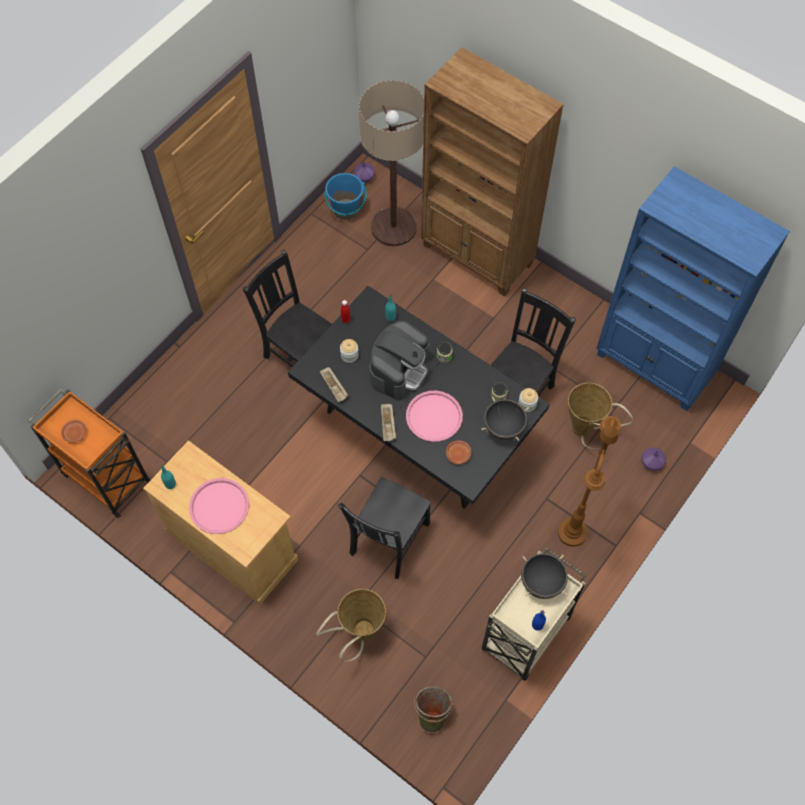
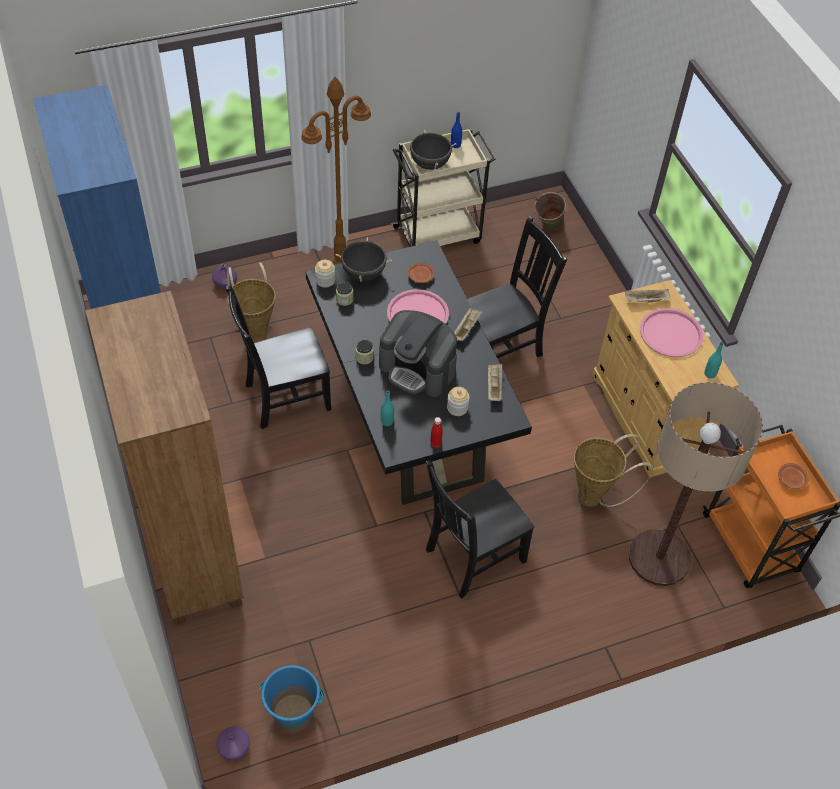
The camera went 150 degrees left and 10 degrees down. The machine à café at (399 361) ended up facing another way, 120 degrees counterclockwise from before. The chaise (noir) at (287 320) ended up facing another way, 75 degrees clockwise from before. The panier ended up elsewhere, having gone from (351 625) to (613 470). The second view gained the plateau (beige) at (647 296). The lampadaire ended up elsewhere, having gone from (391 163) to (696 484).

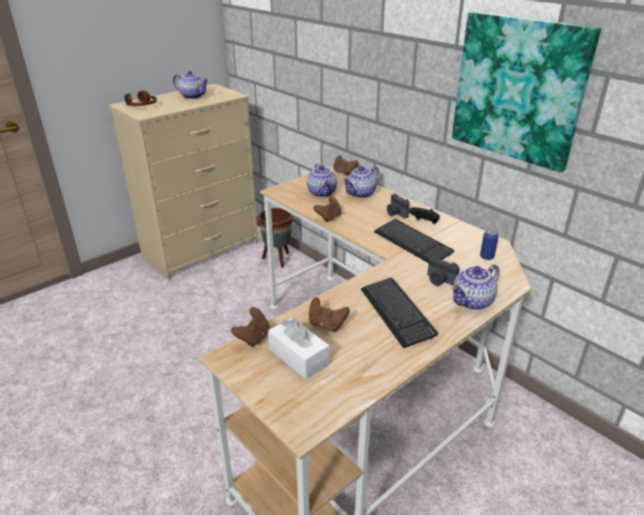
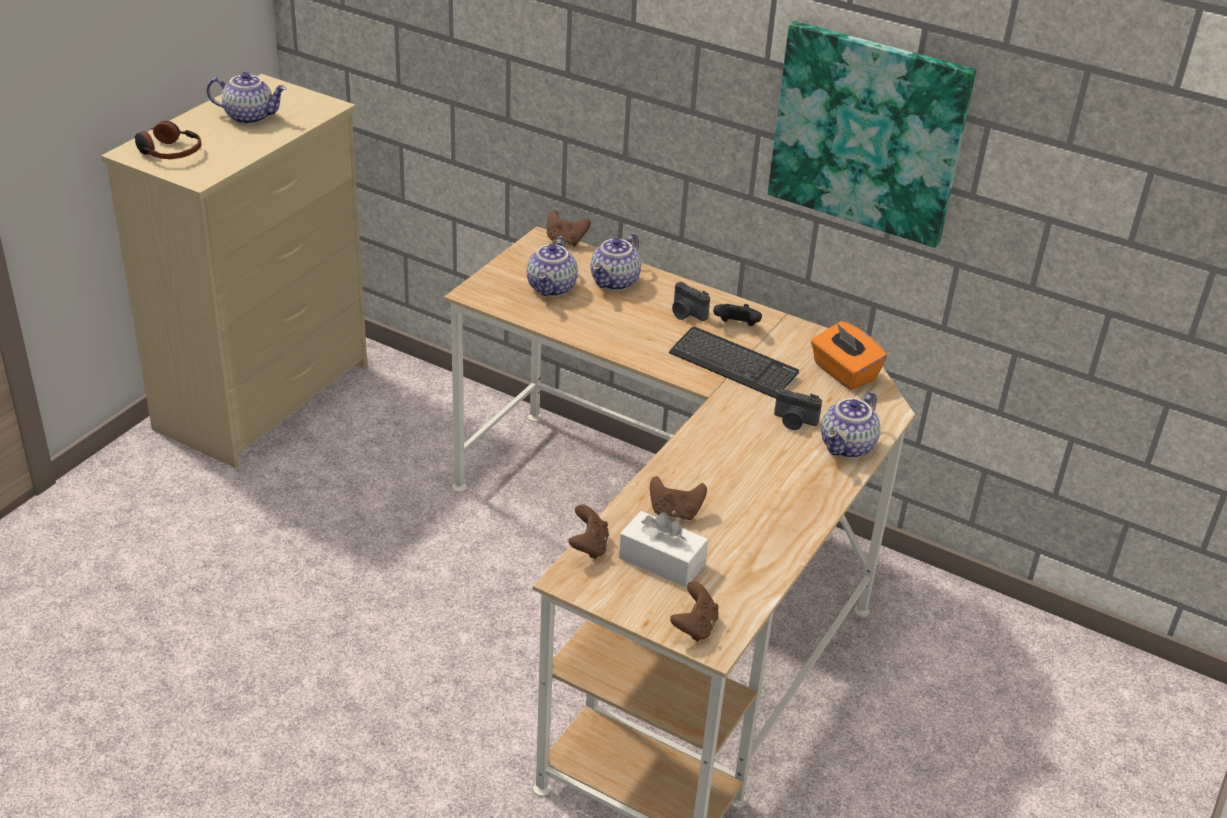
The camera went 20 degrees left and 5 degrees up. The théière at (322 180) ended up facing another way, 45 degrees clockwise from before. The manette (marron) ended up elsewhere, having gone from (327 209) to (694 611). Where the boîte métallique stood at (489 244), the boîte à mouchoirs (orange) came to stand at (849 355). The second view lost the cache-pot (marron) at (275 238). The second view lost the clavier at (399 313).

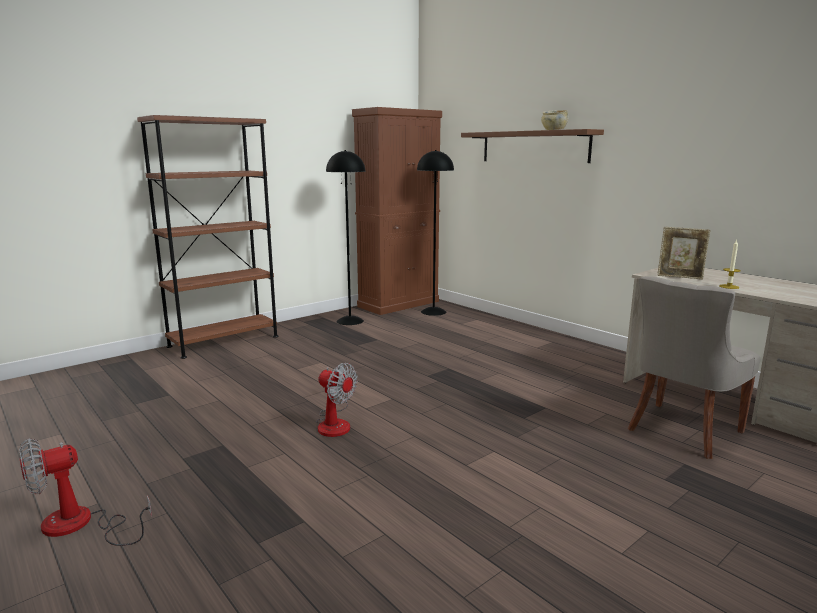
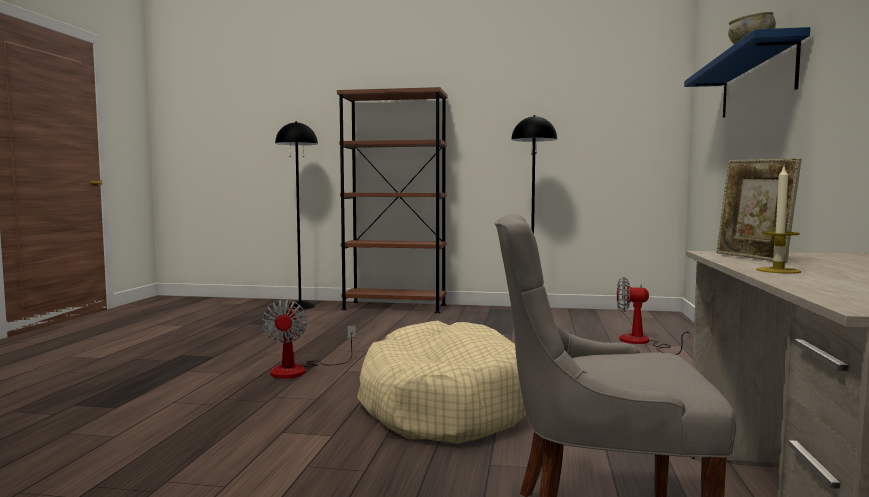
The camera went 50 degrees right and 10 degrees down. The lampadaire (noir) ended up elsewhere, having gone from (435 233) to (296 215). The second view gained the panier pour chien (beige) at (441 382). The ventilateur ended up elsewhere, having gone from (85 492) to (653 316). What was the étagère (marron) at (532 146) turned into the étagère (bleu) at (747 72). The second view lost the meuble de rangement (marron) at (397 211).

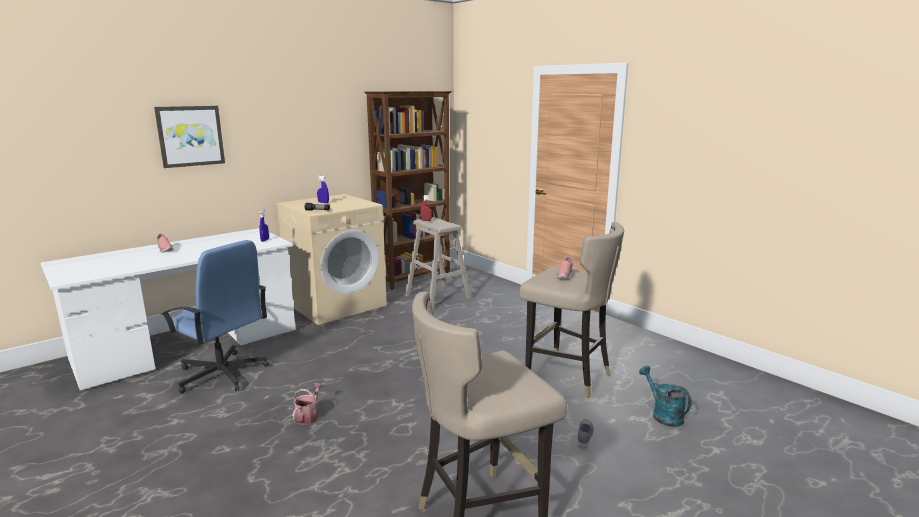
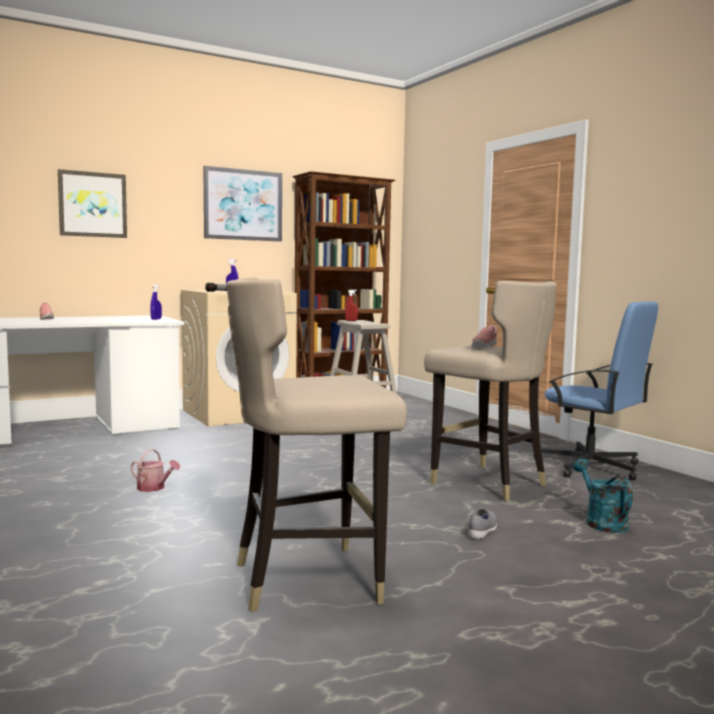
The camera went 10 degrees right and 10 degrees down. The arrosoir at (308 404) ended up facing another way, 90 degrees clockwise from before. The second view gained the tableau at (242 204). The chaise de bureau (bleu) ended up elsewhere, having gone from (215 317) to (596 390).

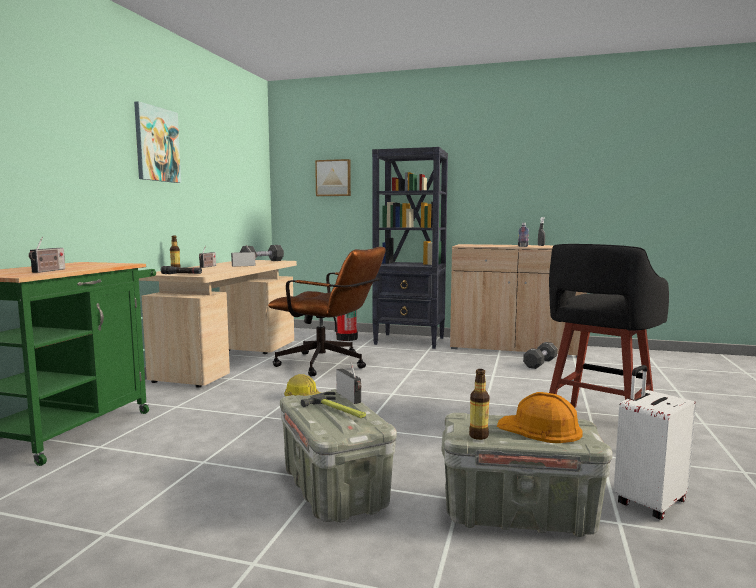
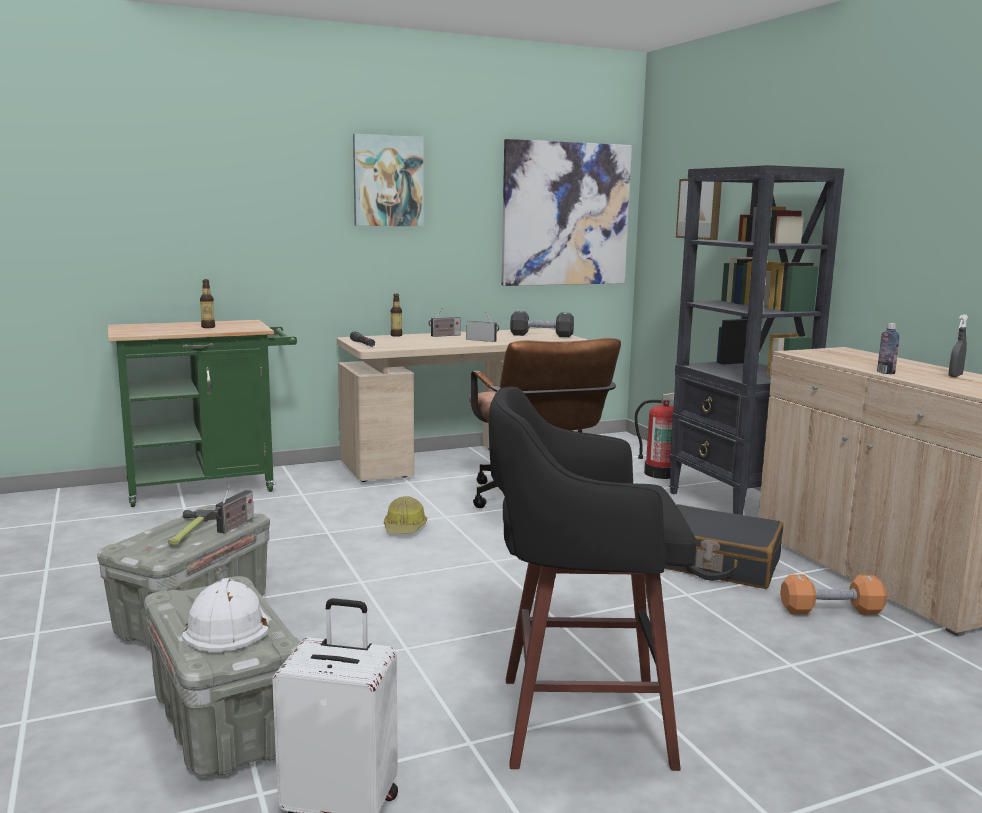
The camera went 50 degrees right and 5 degrees up. What was the casque de chantier (orange) at (540 417) turned into the casque de chantier (blanc) at (225 615). The bouteille ended up elsewhere, having gone from (479 404) to (207 303). The second view gained the tableau at (566 212). The second view gained the valise (noir) at (723 546). What was the haltère (noir) at (540 355) turned into the haltère (orange) at (833 594). The second view lost the radio at (47 255).

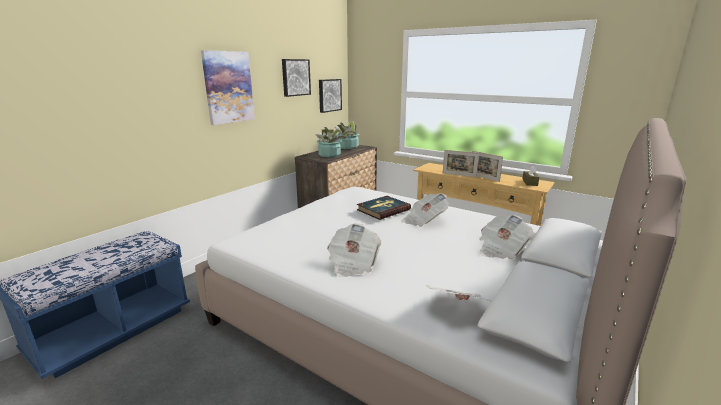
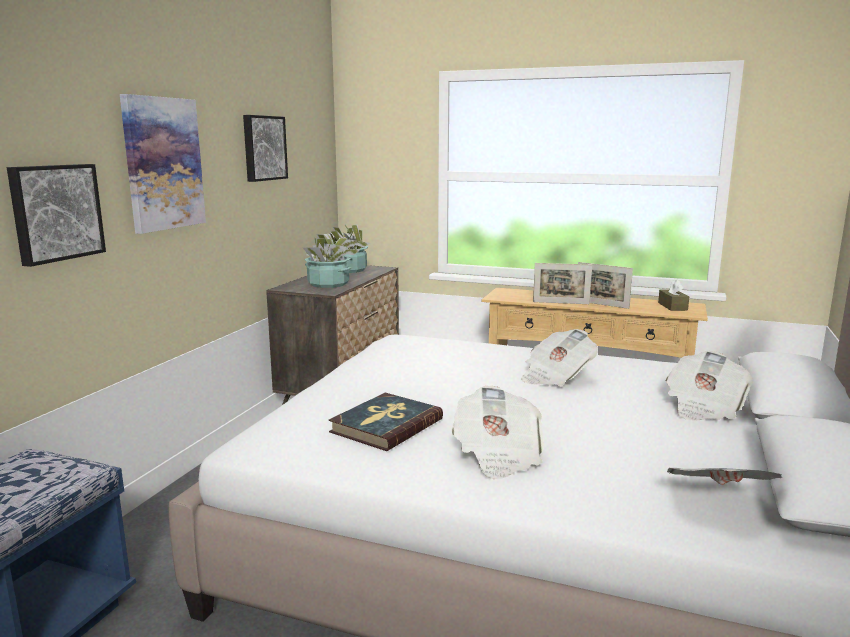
The camera went 15 degrees left and 5 degrees down. The tableau ended up elsewhere, having gone from (330 96) to (56 215). The livre ended up elsewhere, having gone from (384 208) to (386 422).

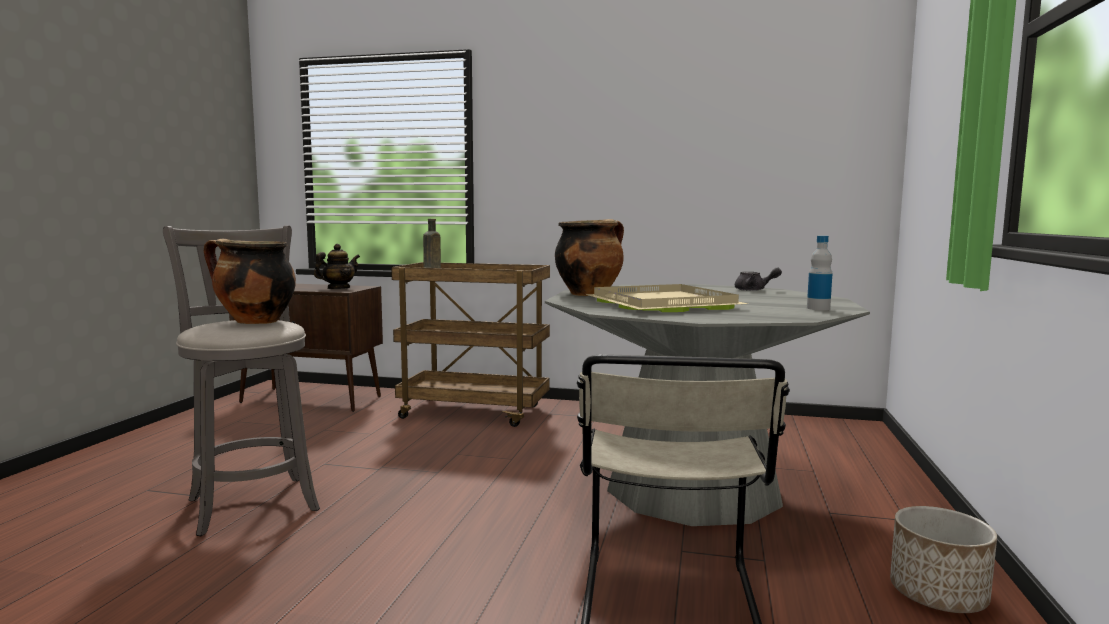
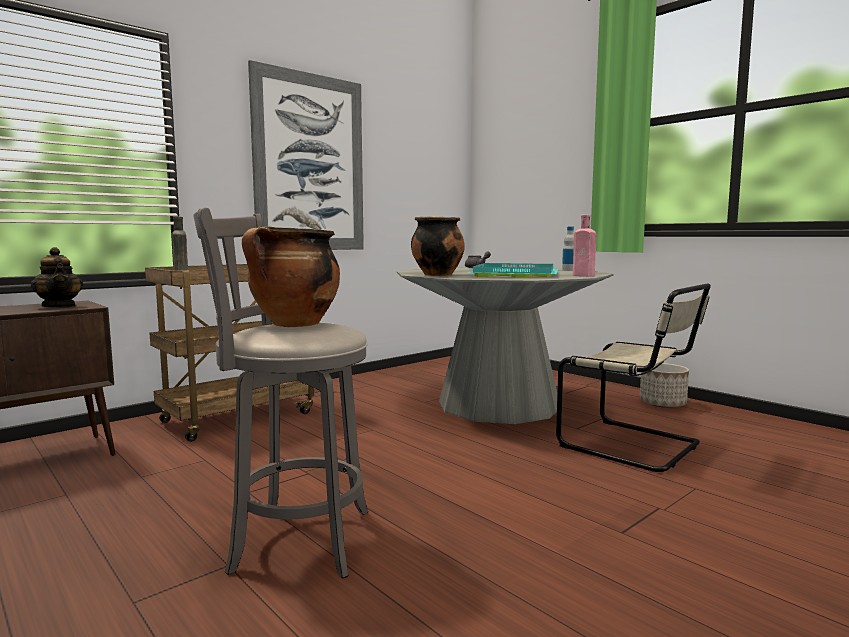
The camera went 55 degrees left and 0 degrees up. The théière at (337 266) ended up facing another way, 150 degrees clockwise from before. The second view gained the tableau at (306 155). What was the plateau (beige) at (666 298) turned into the plateau (turquoise) at (512 270). The second view gained the bouteille (rose) at (585 246).

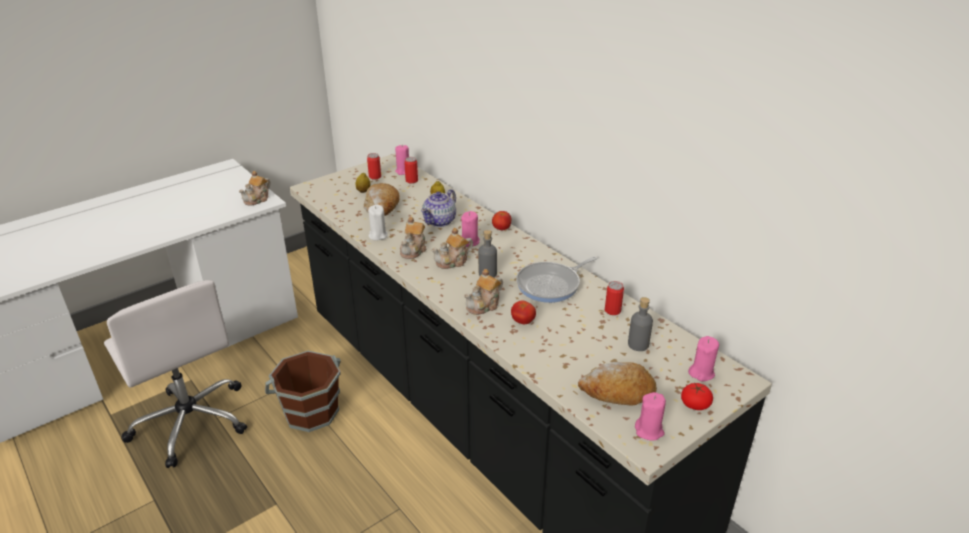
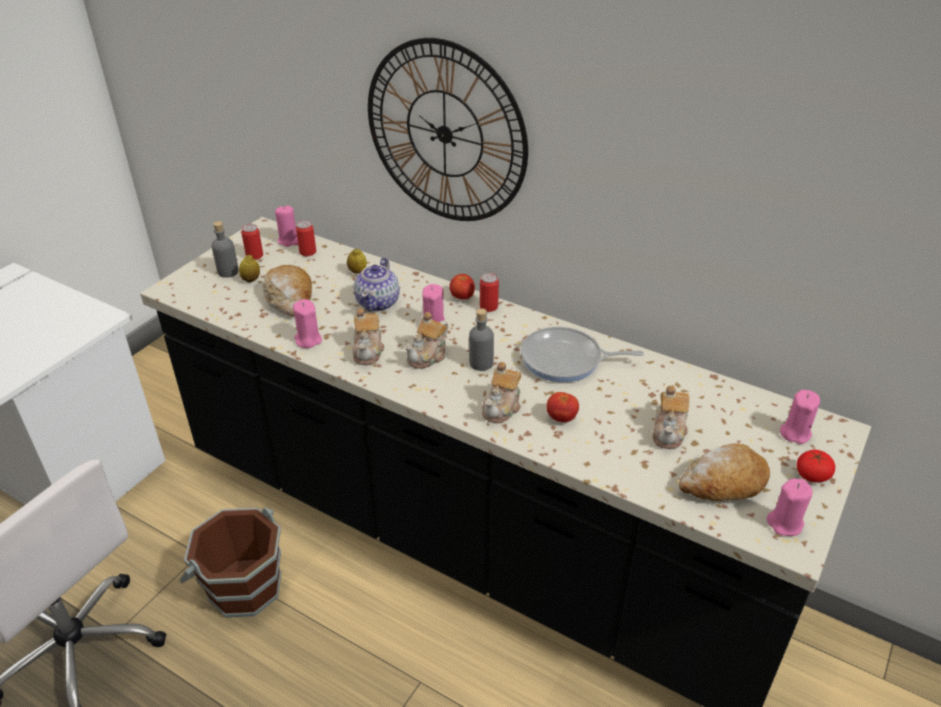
The camera went 20 degrees left and 5 degrees up. The bouteille (gris) ended up elsewhere, having gone from (640 324) to (225 249). What was the bougie (blanc) at (378 223) turned into the bougie (rose) at (307 323). The second view gained the horloge murale at (448 129). The boîte métallique ended up elsewhere, having gone from (614 298) to (489 292). The poêle at (556 279) ended up facing another way, 60 degrees clockwise from before. The théière ended up elsewhere, having gone from (255 188) to (670 417).

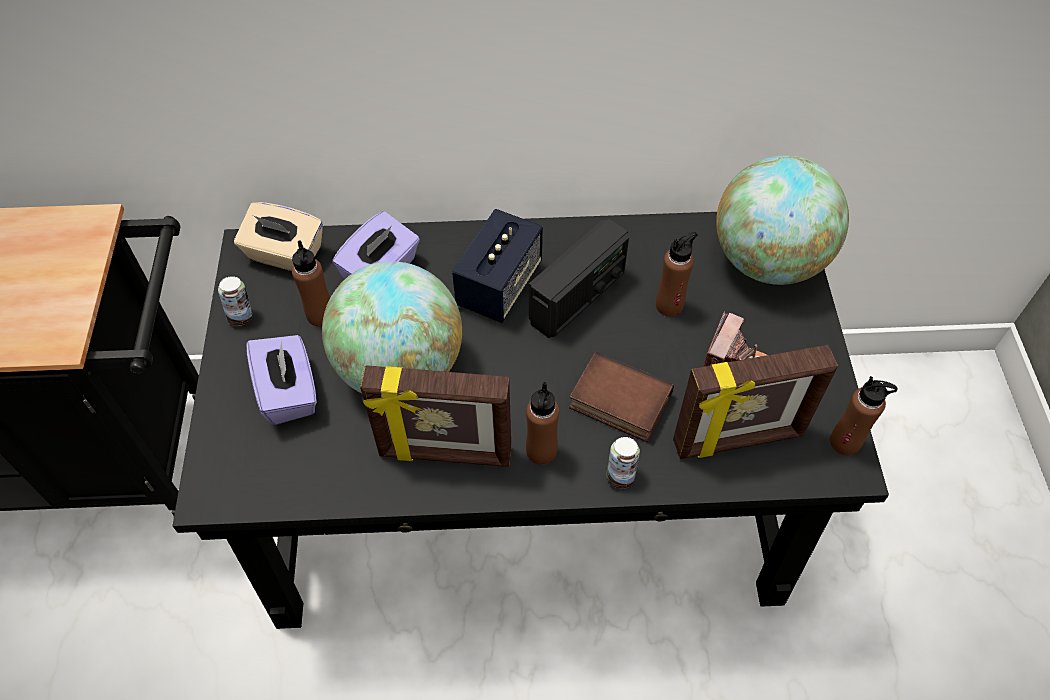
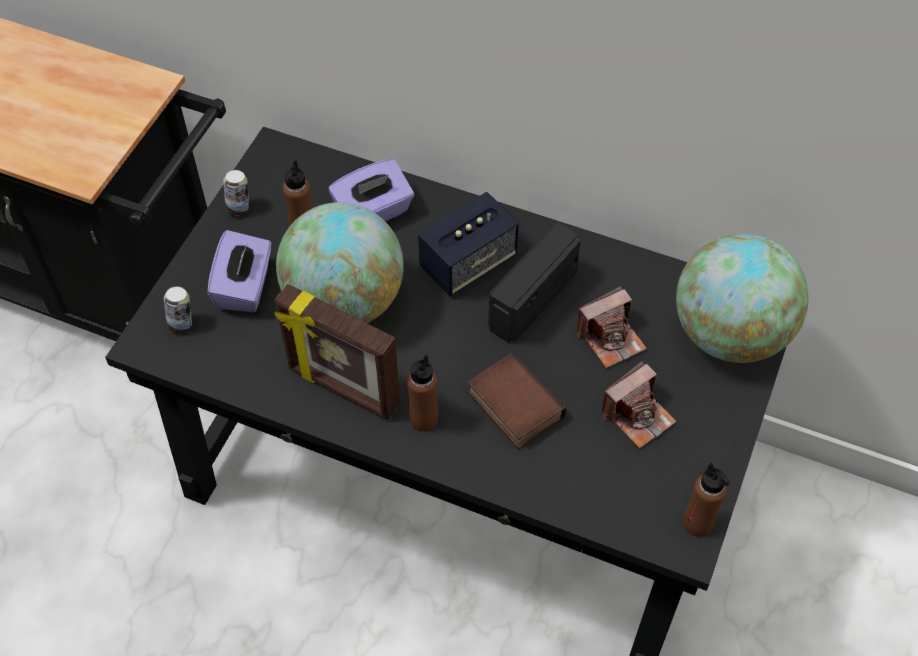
The camera went 25 degrees right and 0 degrees up. The boîte métallique ended up elsewhere, having gone from (623 463) to (178 309). The radio at (579 278) ended up facing another way, 150 degrees clockwise from before. Where the bouteille (marron) stood at (677 274), the appareil photo came to stand at (612 327). The second view lost the boîte à mouchoirs (beige) at (278 236). The second view lost the cadre photo at (755 402).

